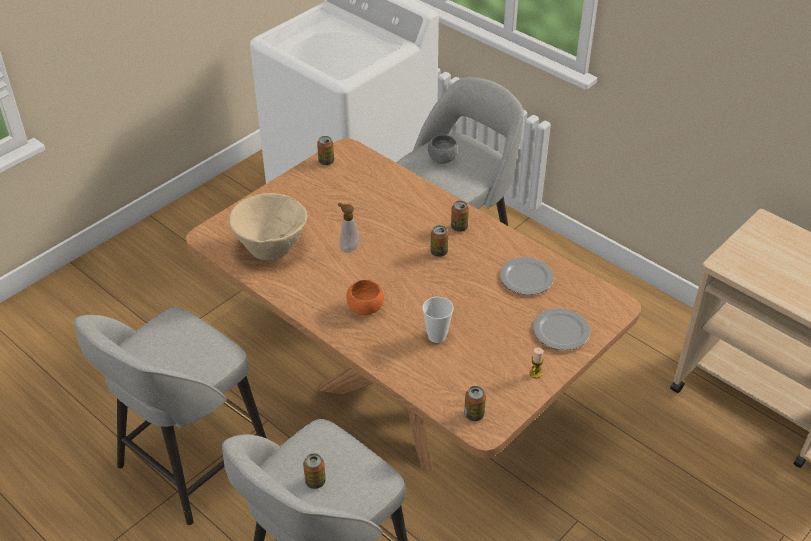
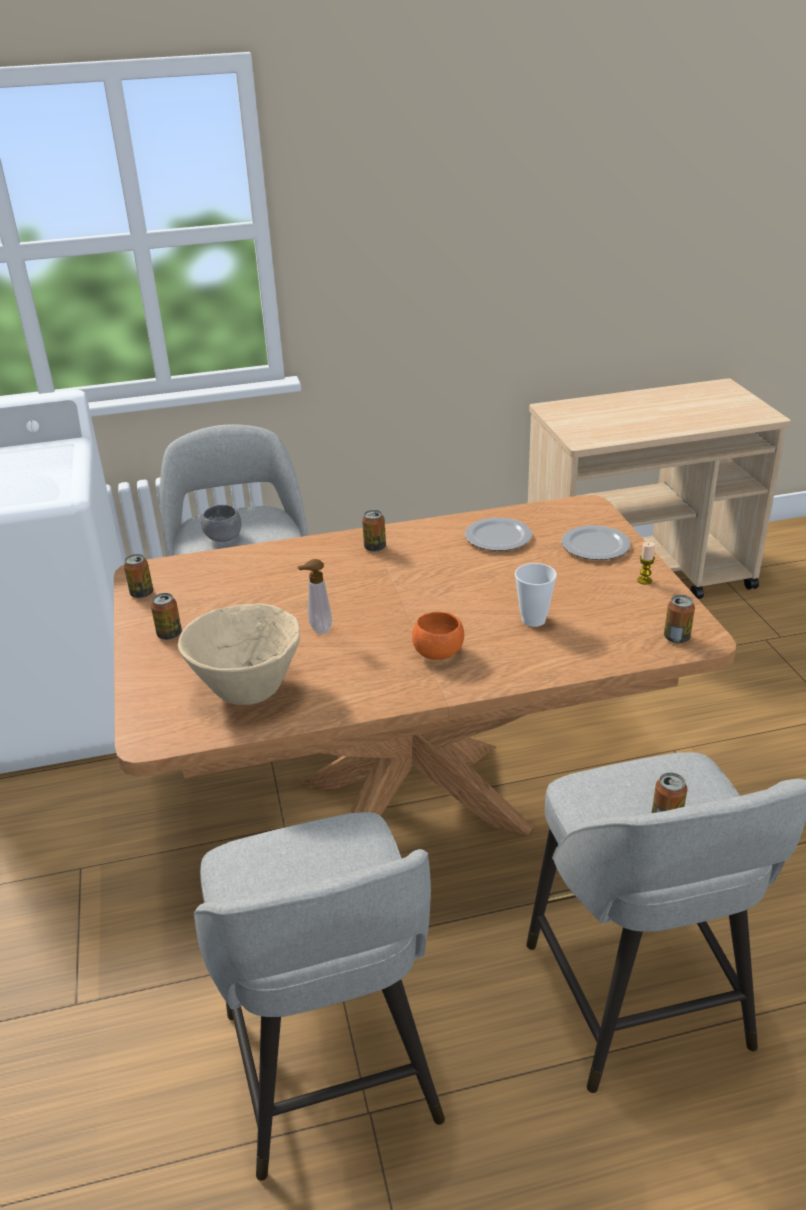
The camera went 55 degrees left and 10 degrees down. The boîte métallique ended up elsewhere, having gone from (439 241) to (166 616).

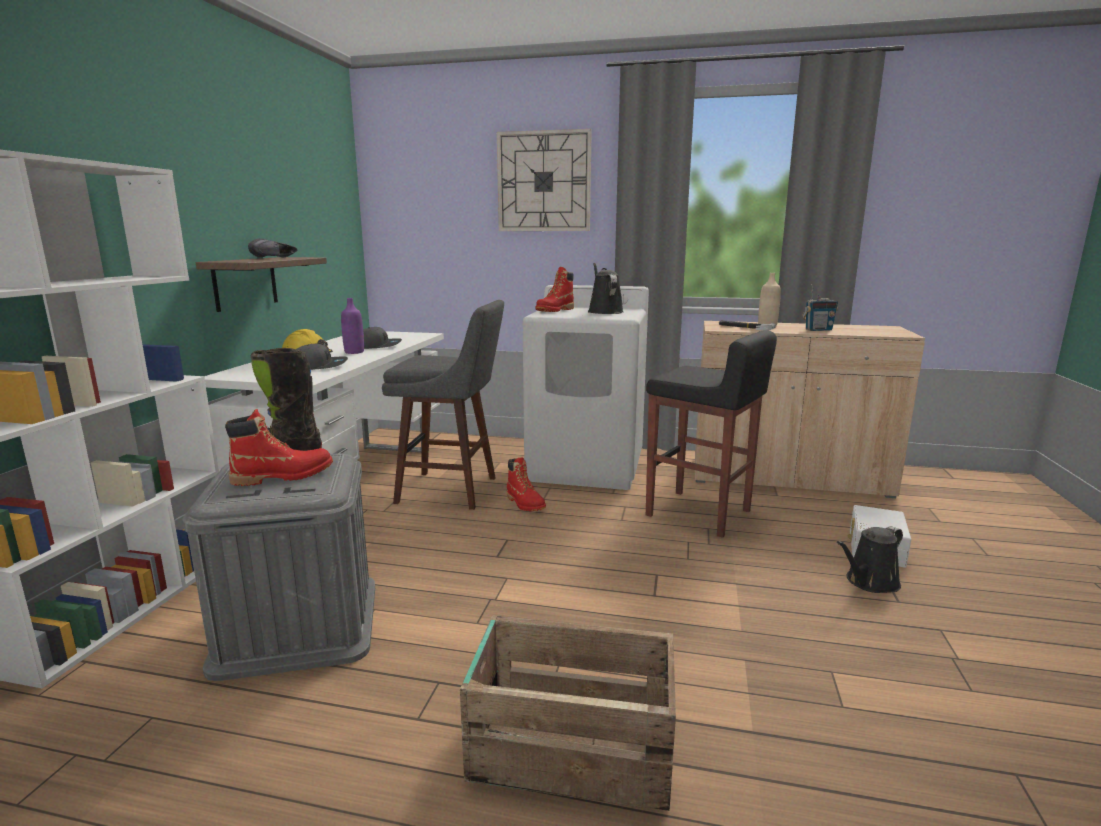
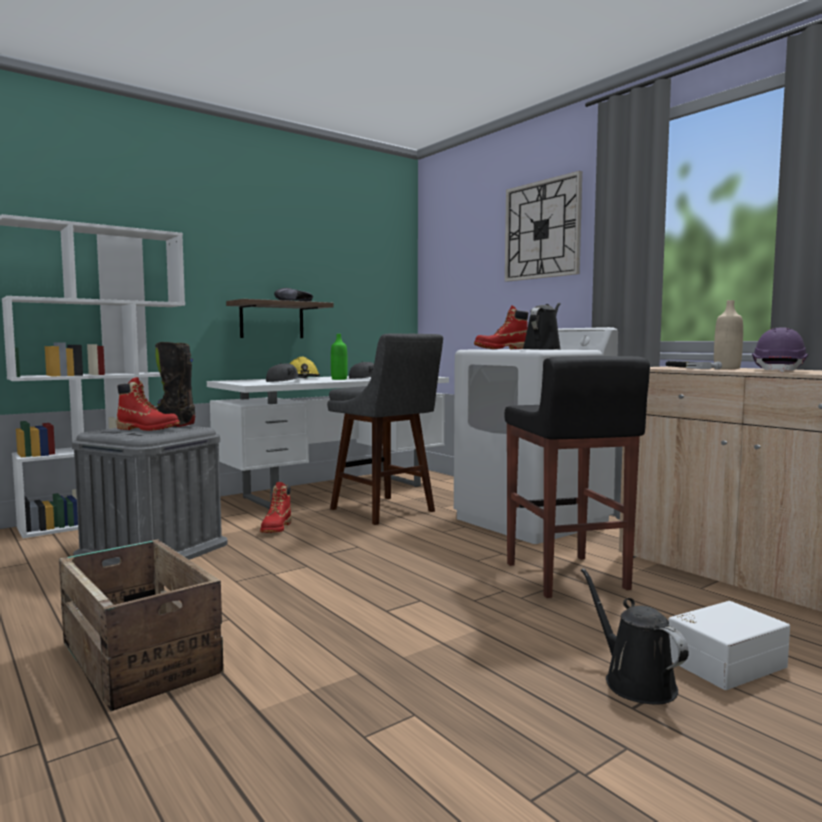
The camera went 40 degrees right and 10 degrees down. The botte (rouge) ended up elsewhere, having gone from (526 484) to (275 507). What was the bouteille (violet) at (352 326) turned into the bouteille (vert) at (339 357). The arrosoir (noir) at (870 559) ended up facing another way, 60 degrees clockwise from before. Where the radio stood at (820 307), the casque de chantier (violet) came to stand at (780 350).

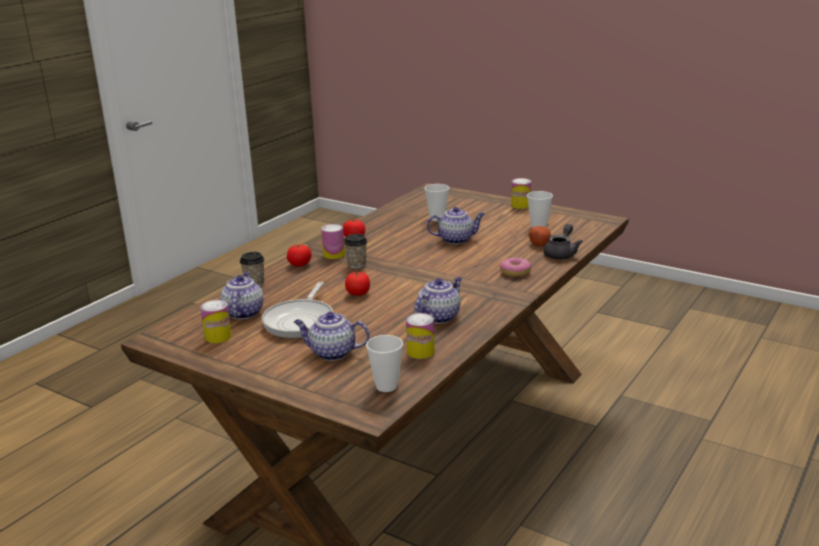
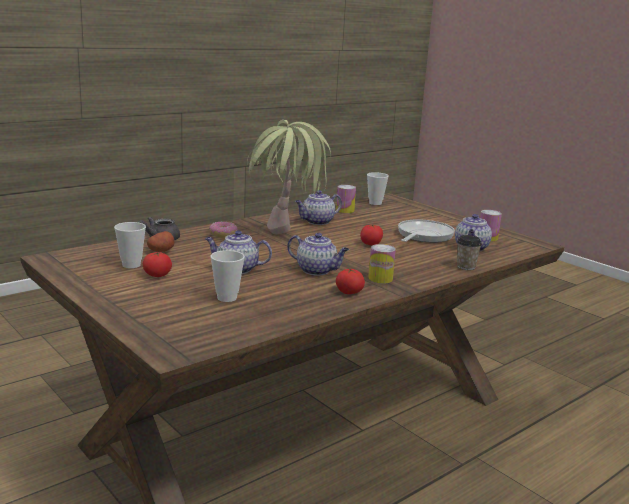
The camera went 165 degrees left and 5 degrees down. The tomate ended up elsewhere, having gone from (299 255) to (157 264). The second view gained the plante en pot at (289 177). The théière ended up elsewhere, having gone from (332 336) to (318 254). The second view lost the tasse at (355 251). The second view lost the boîte métallique at (521 193).

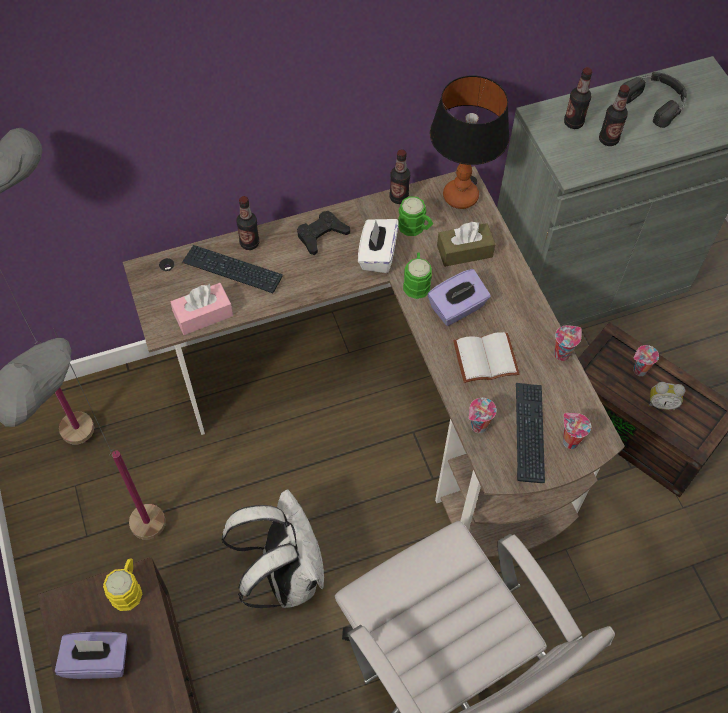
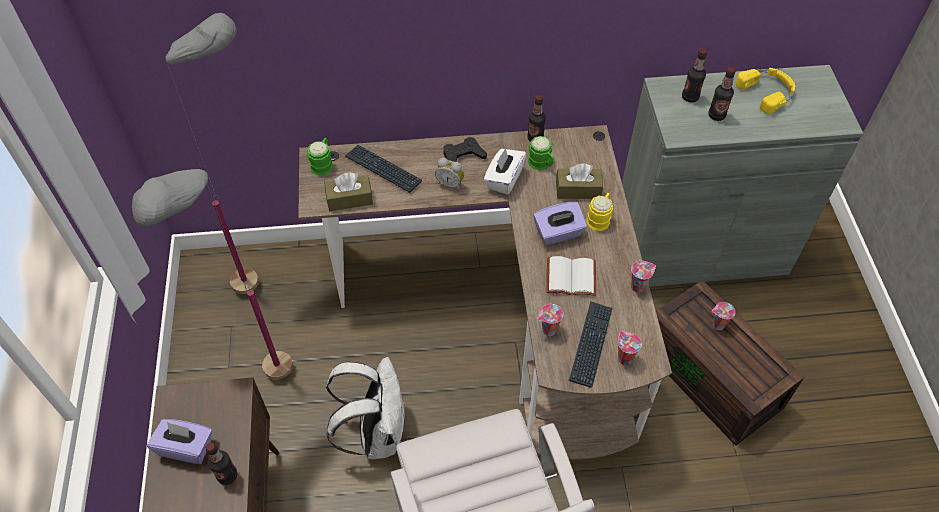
The camera went 15 degrees right and 5 degrees down. The bouteille ended up elsewhere, having gone from (248 223) to (221 463). The mug (vert) ended up elsewhere, having gone from (417 275) to (320 156). What was the boîte à mouchoirs (rose) at (202 309) turned into the boîte à mouchoirs (marron) at (348 191). The réveil ended up elsewhere, having gone from (666 396) to (449 174). The mug (jaune) ended up elsewhere, having gone from (122 584) to (599 212). What was the casque audio (noir) at (654 100) turned into the casque audio (jaune) at (766 91). The second view lost the lampe de table at (470 142).

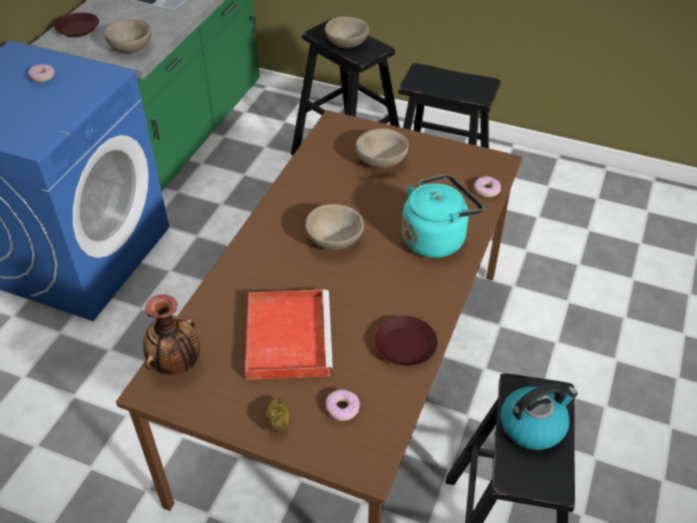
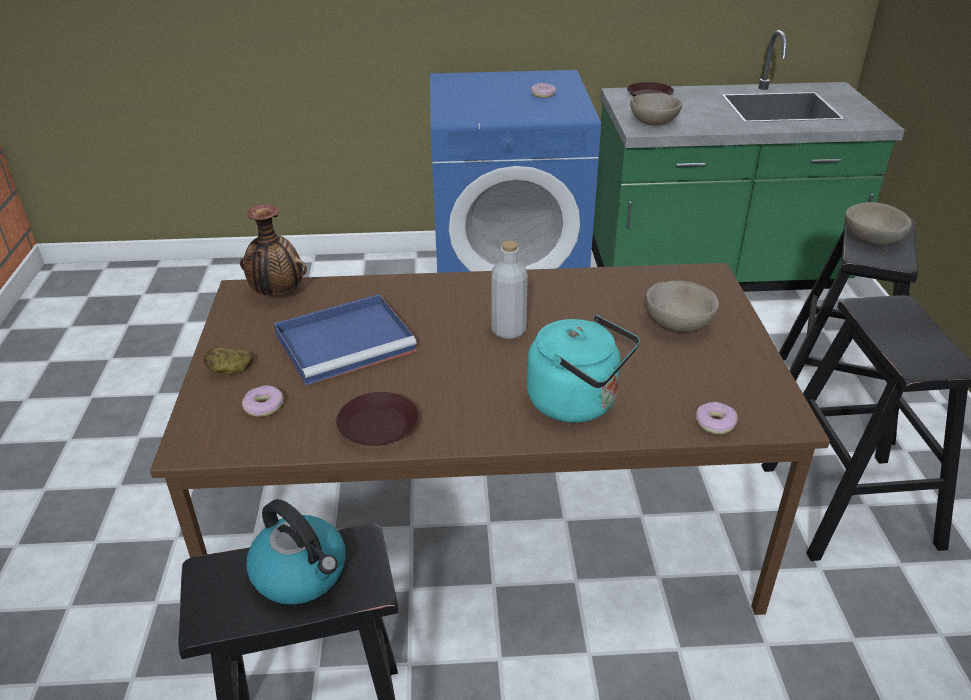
The camera went 65 degrees right and 10 degrees down. What was the plateau (rouge) at (289 335) turned into the plateau (bleu) at (345 340). Where the bol (beige) stood at (334 227), the bouteille (gris) came to stand at (509 290).

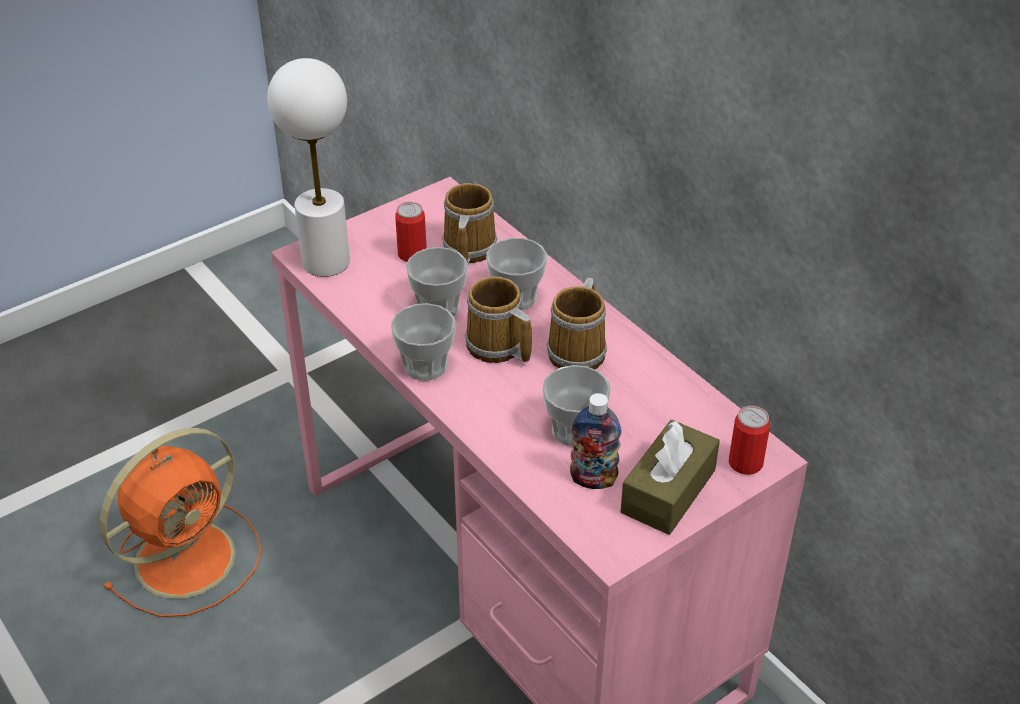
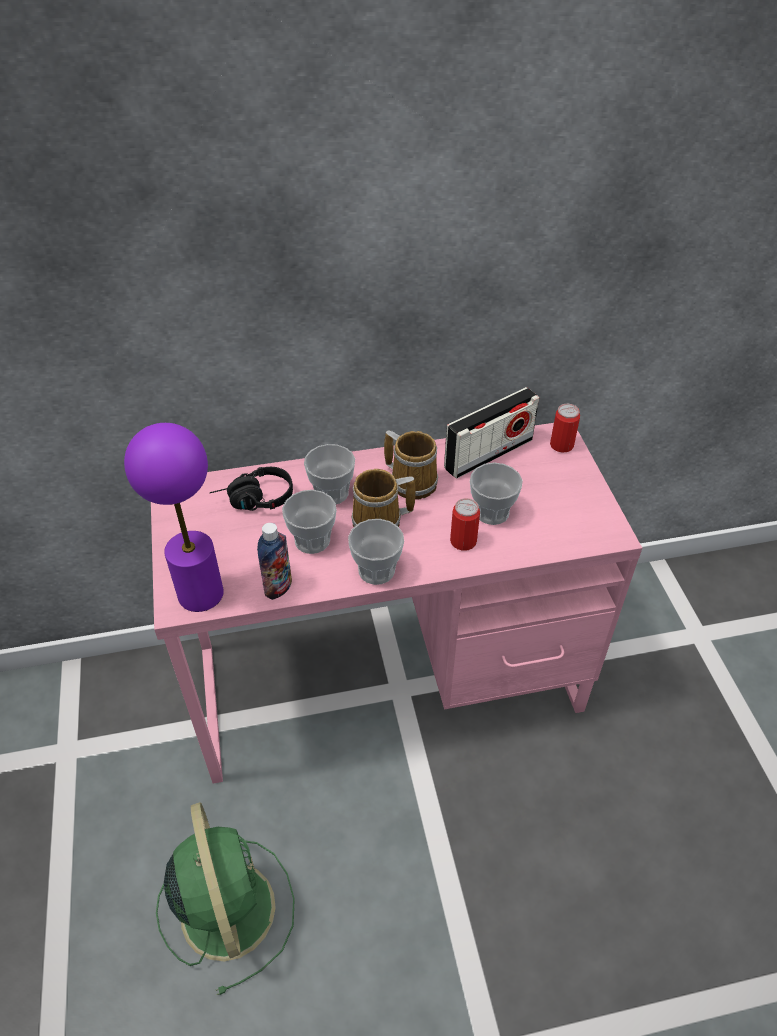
The camera went 65 degrees left and 5 degrees up. What was the lampe de table (blanc) at (308 167) turned into the lampe de table (violet) at (174 517). What was the ventilateur (orange) at (181 522) turned into the ventilateur (vert) at (225 898). Where the mug stood at (469 224), the casque audio (noir) came to stand at (251 489). The bouteille ended up elsewhere, having gone from (596 441) to (274 561). The second view gained the radio at (491 433). The boîte métallique ended up elsewhere, having gone from (411 232) to (465 524). The second view lost the boîte à mouchoirs (marron) at (670 477).

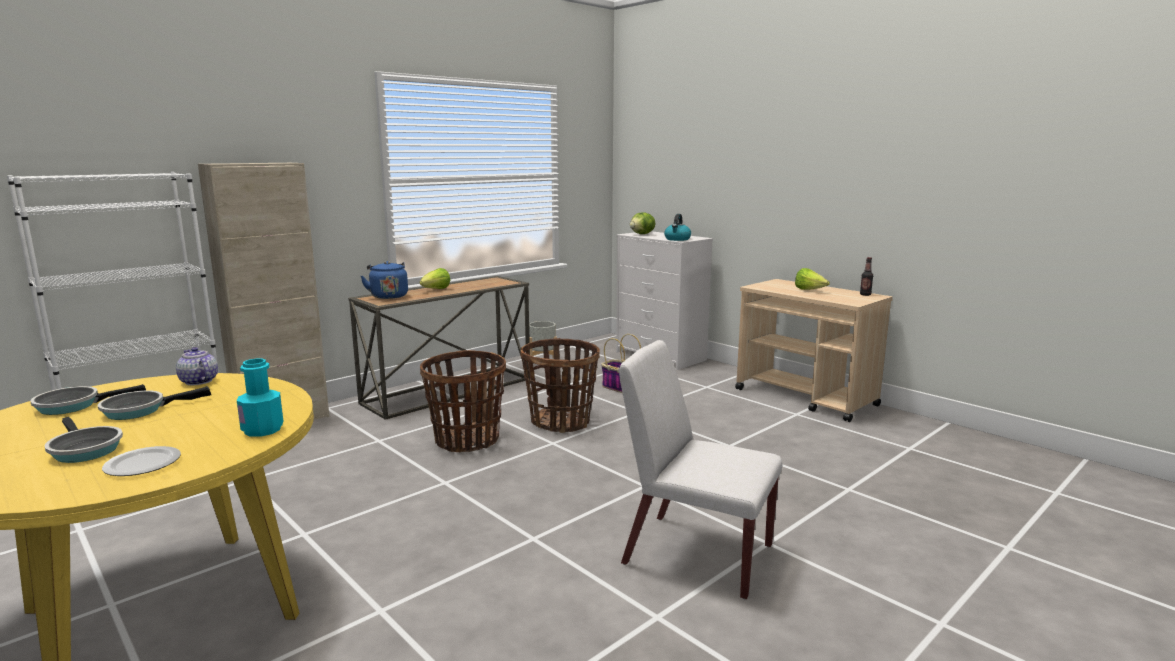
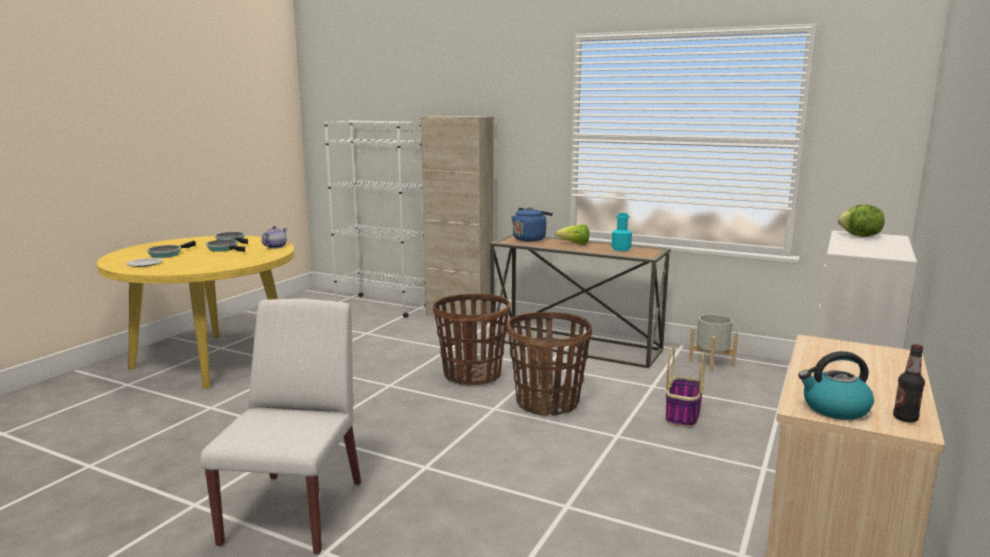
The camera went 70 degrees right and 0 degrees up. The bouteille (turquoise) ended up elsewhere, having gone from (260 398) to (622 232). The bouilloire ended up elsewhere, having gone from (677 227) to (836 385). The second view lost the laitue at (812 279).

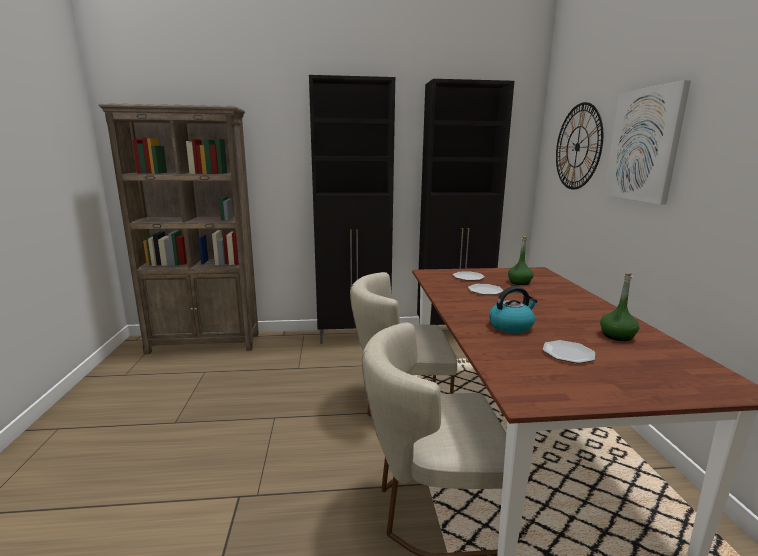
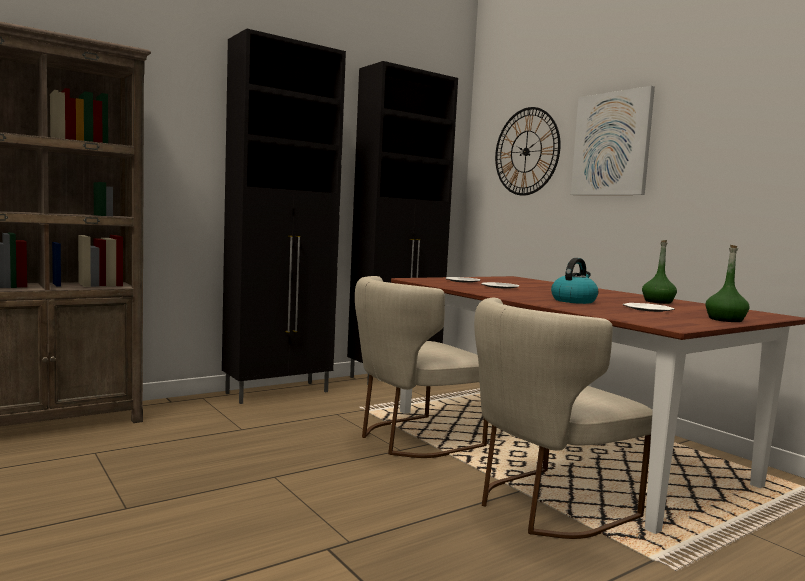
The camera went 30 degrees left and 10 degrees down. The bouteille (vert) ended up elsewhere, having gone from (521 260) to (727 283).

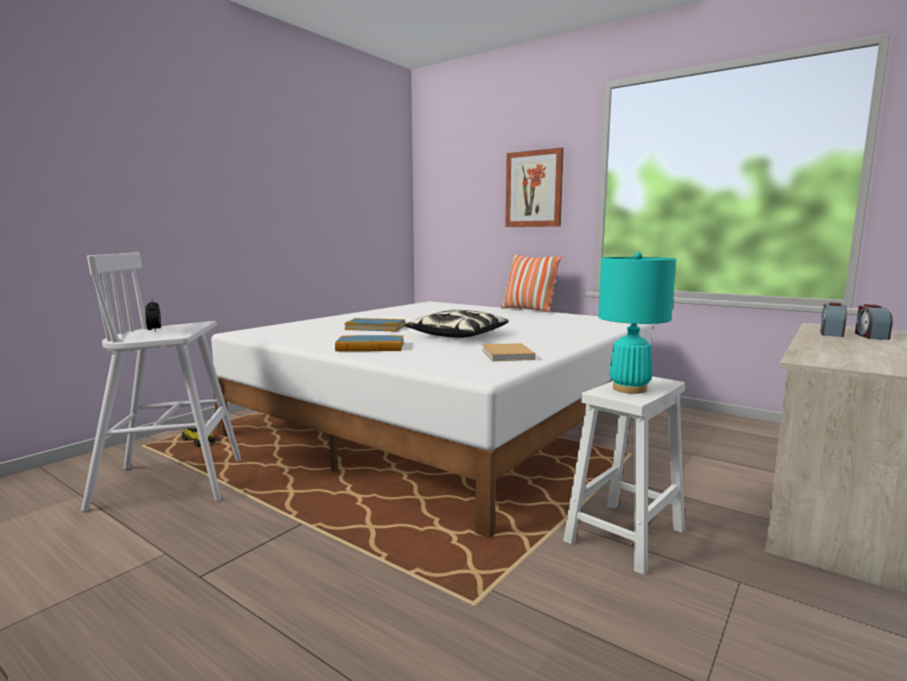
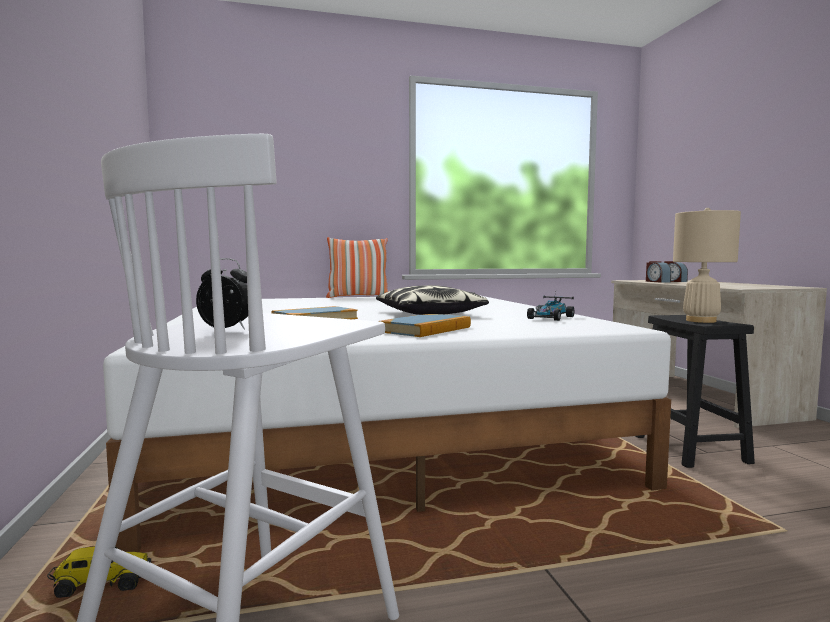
The camera went 50 degrees left and 5 degrees down. Where the livre (beige) stood at (509 352), the petite voiture came to stand at (551 306). What was the tabouret (blanc) at (624 475) turned into the tabouret (noir) at (695 391). What was the lampe de table (turquoise) at (637 323) turned into the lampe de table (beige) at (707 265). The second view lost the tableau at (534 187).

